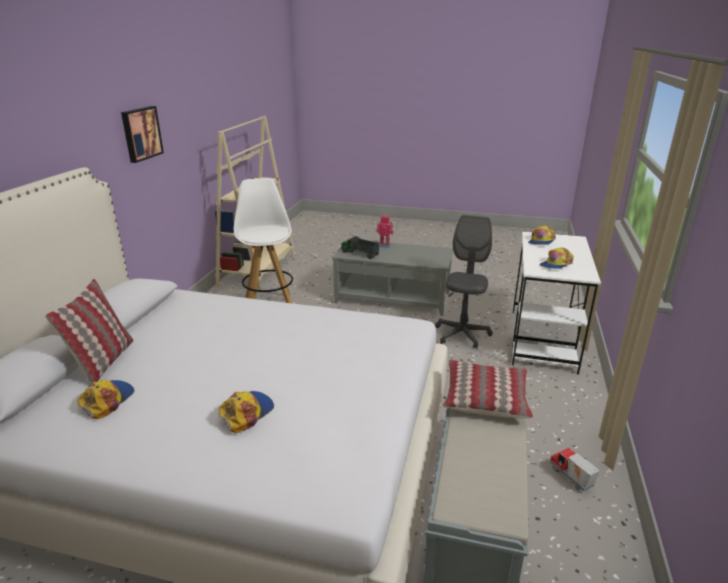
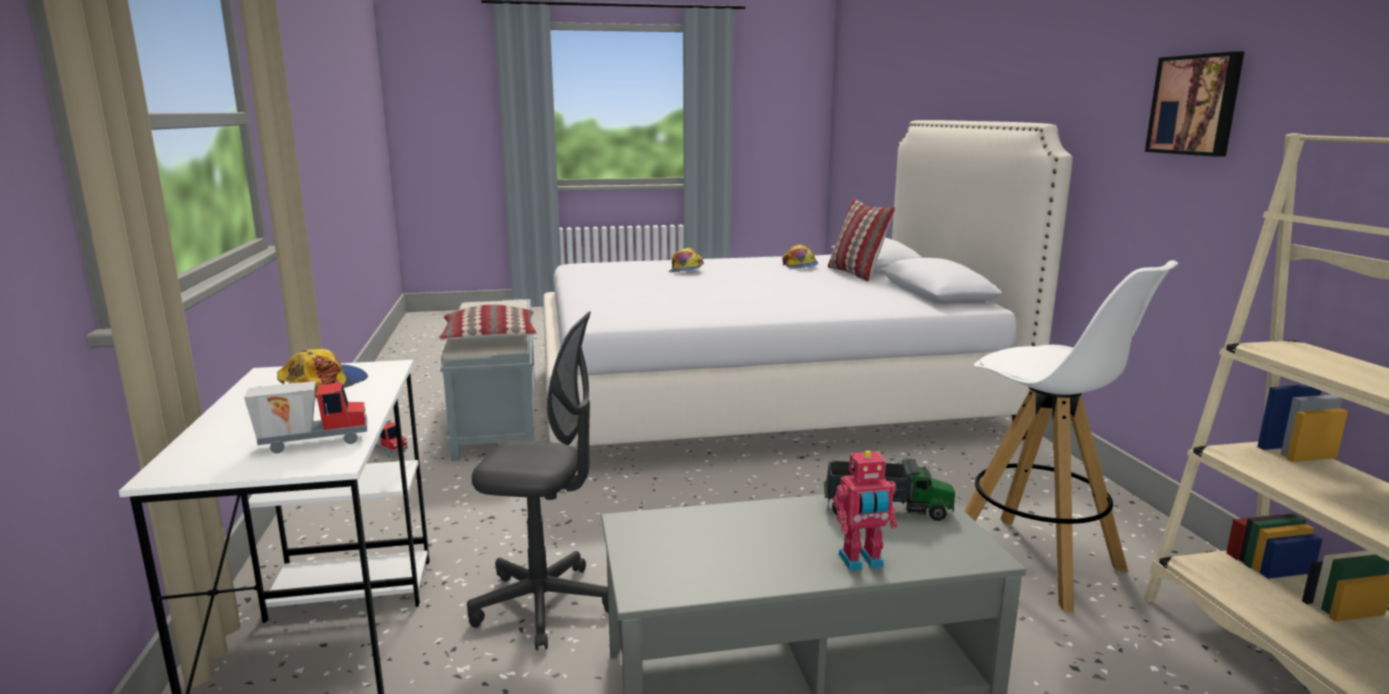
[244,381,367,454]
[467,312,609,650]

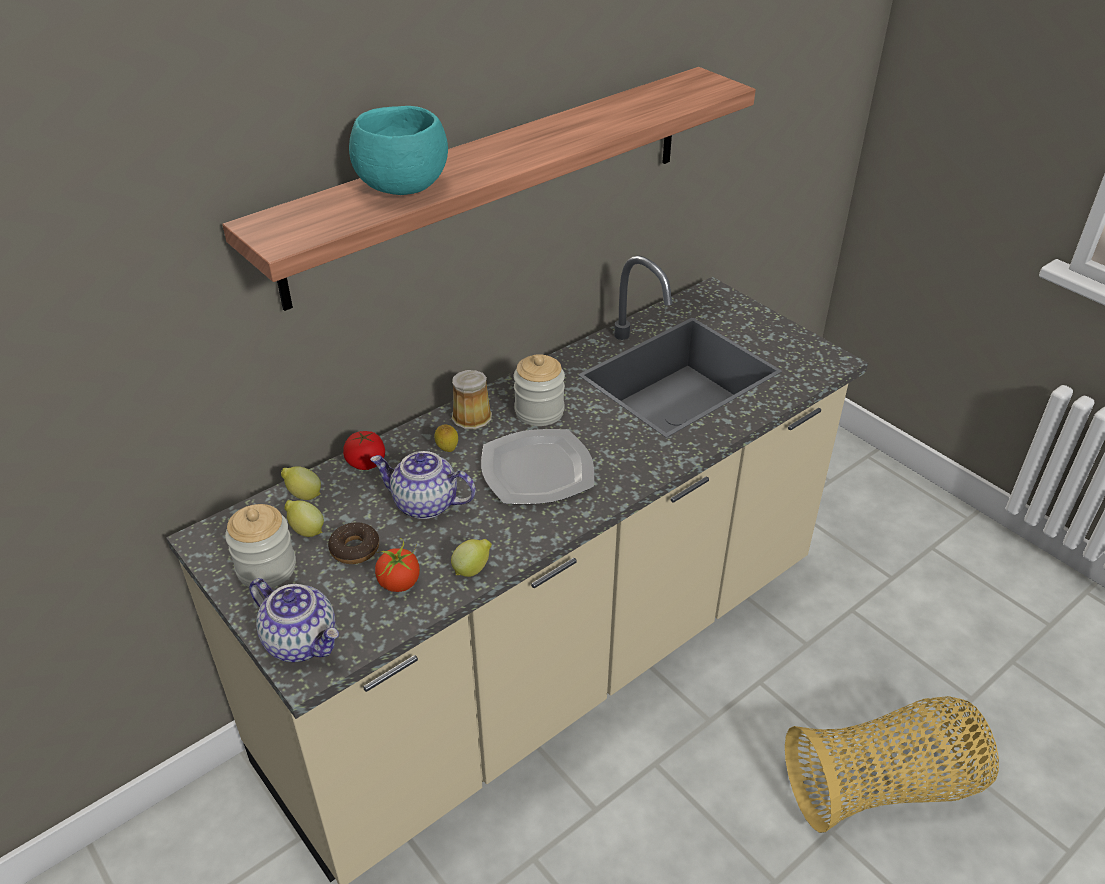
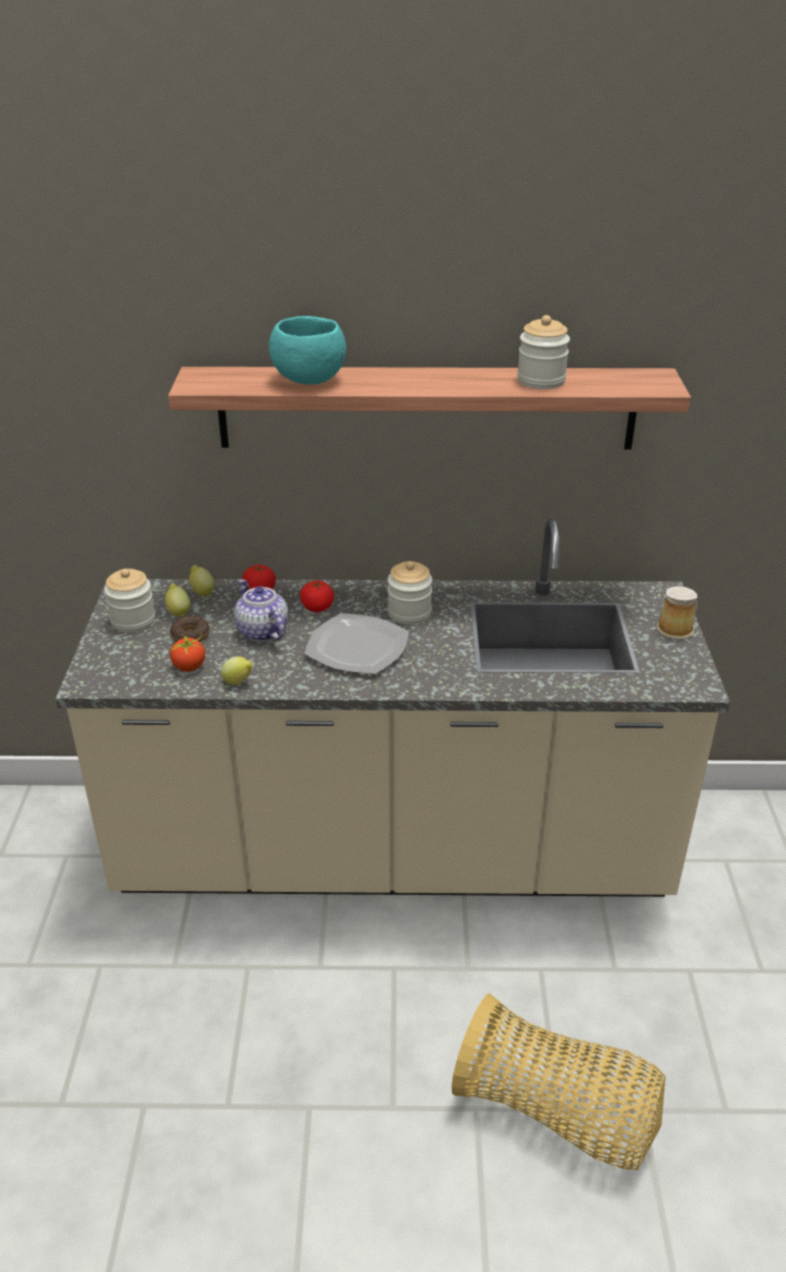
[249,578,339,662] (first image)
[517,315,570,389]
[657,586,697,639]
[300,580,334,612]

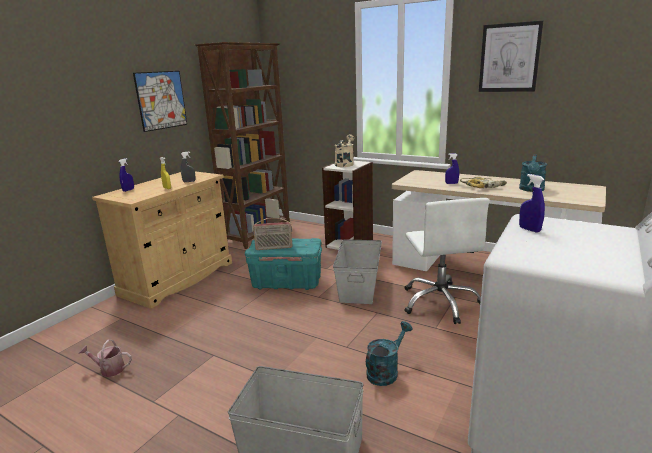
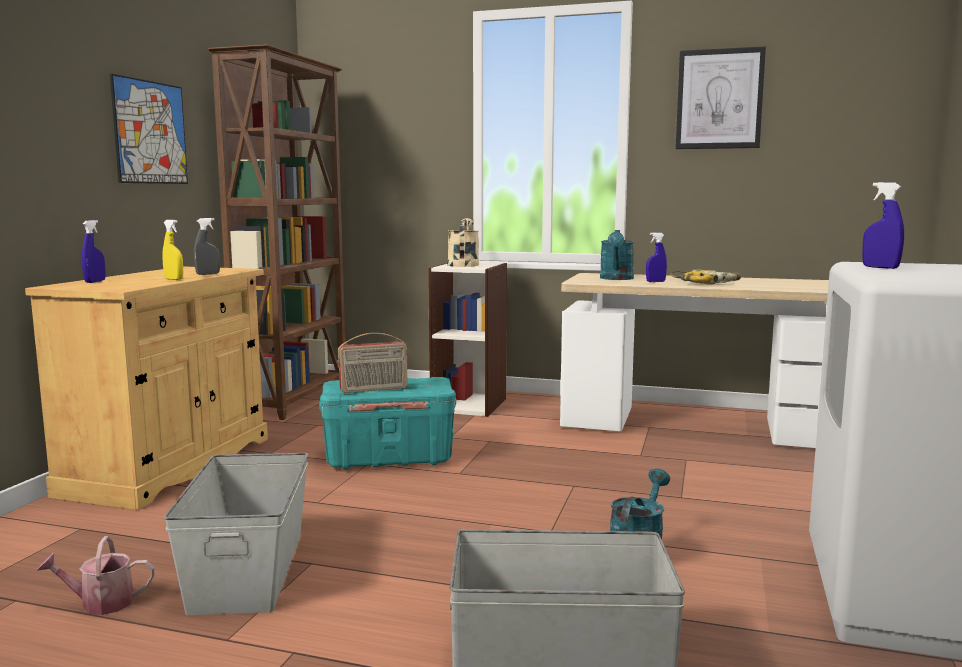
[404,198,490,324] (first image)
[164,453,308,615]
[600,230,634,280]

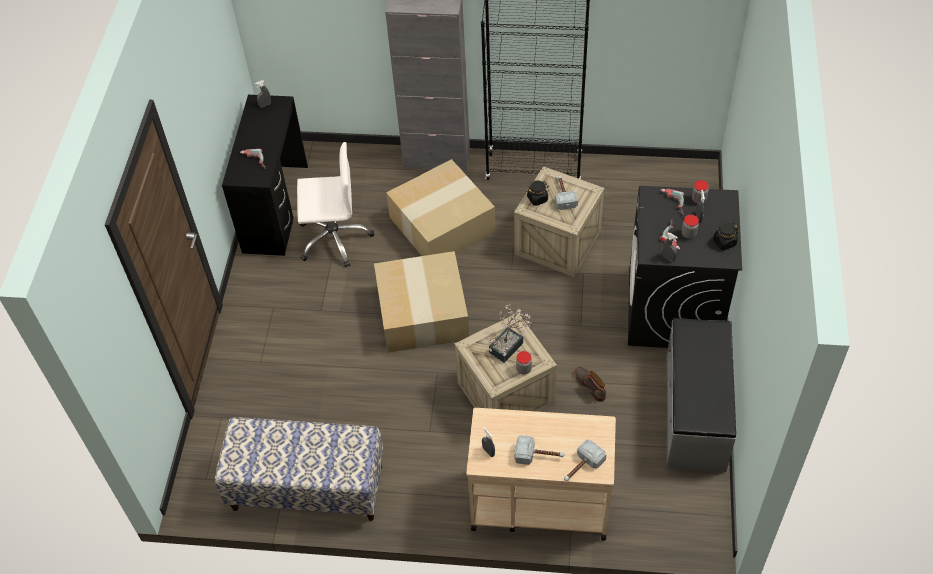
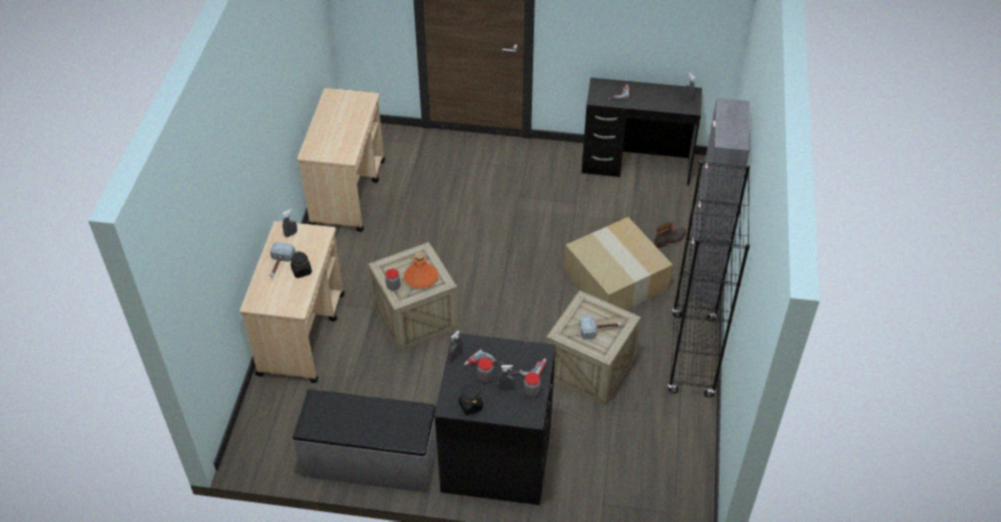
[297,142,374,267] (first image)
[374,251,469,353] (first image)
[564,440,606,481] (first image)
[291,251,312,278]
[654,221,686,248]
[297,88,385,232]
[404,252,438,289]

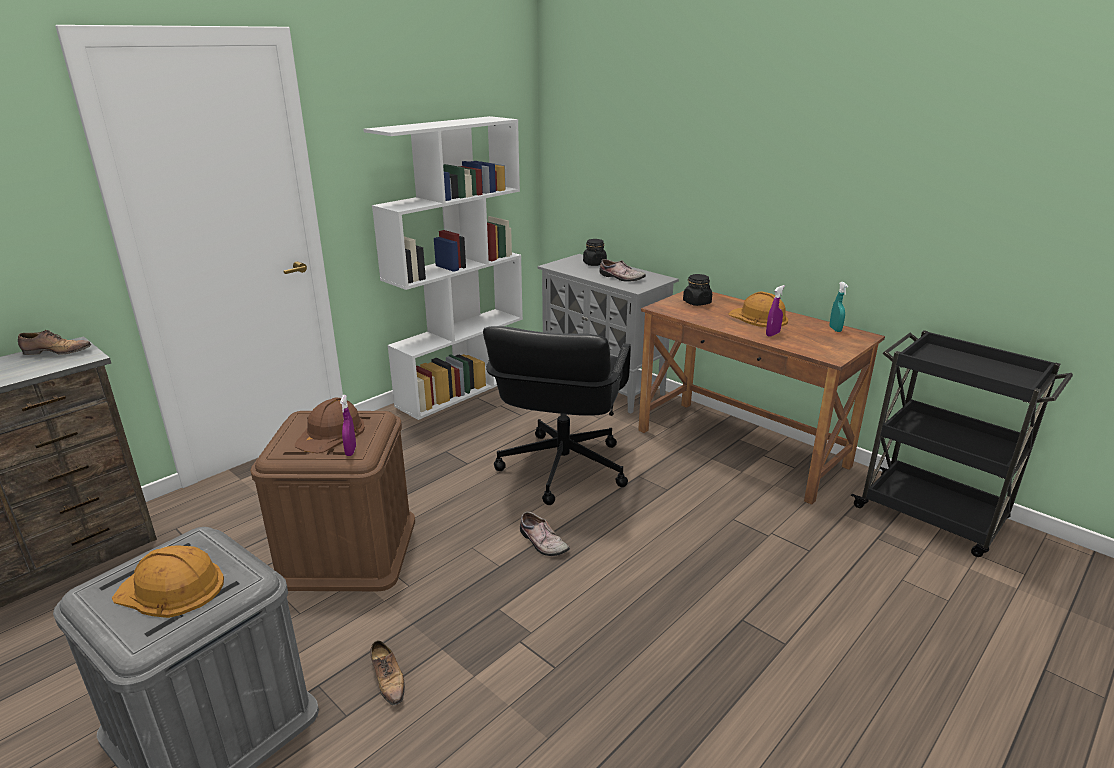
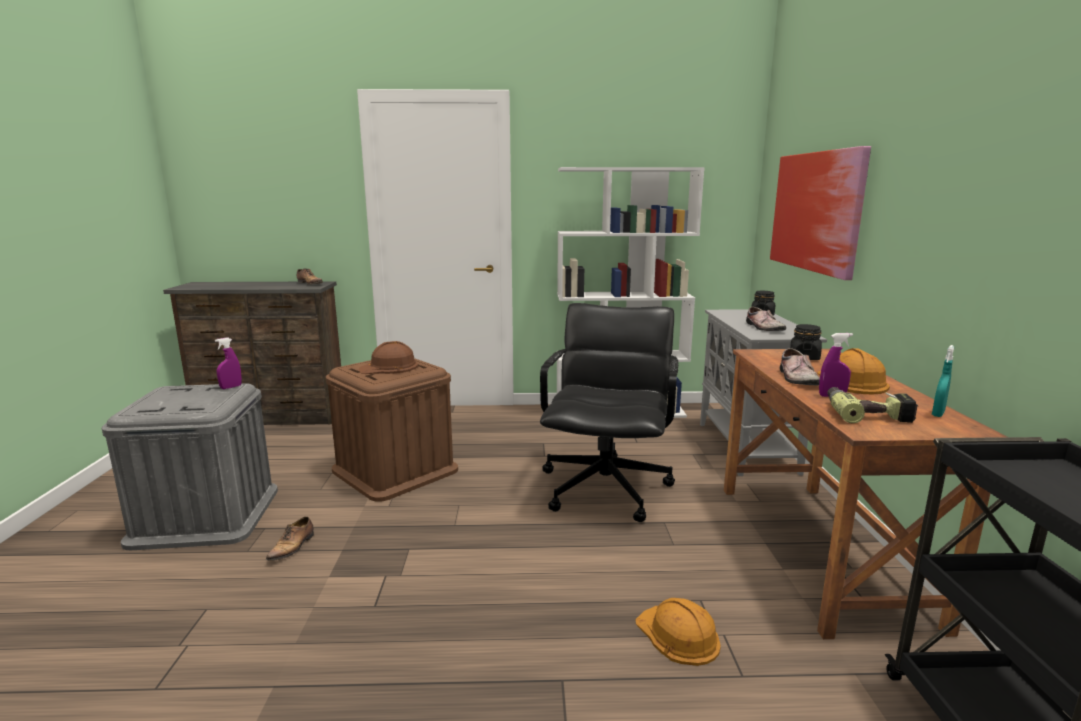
[770,146,871,280]
[827,387,919,423]
[636,598,721,666]
[215,337,242,389]
[780,348,820,385]
[540,303,678,522]

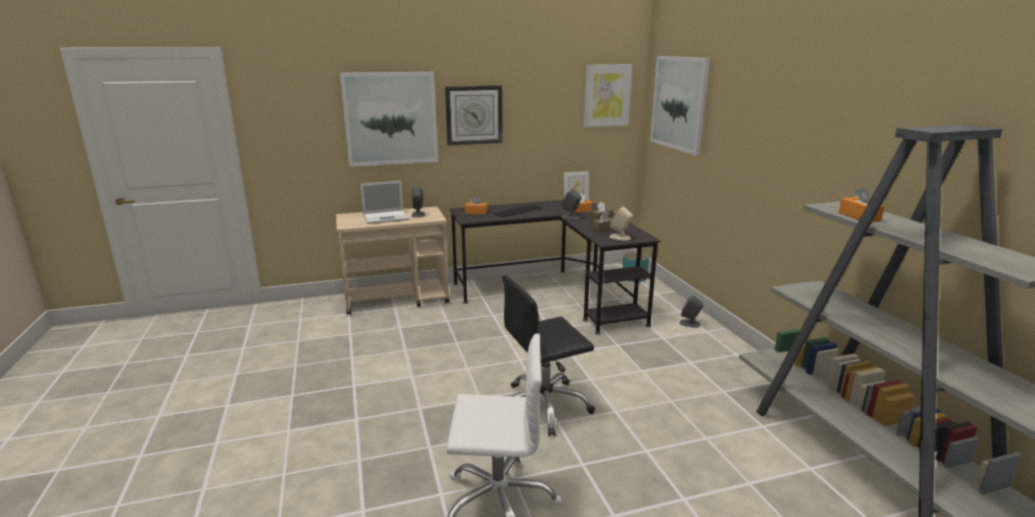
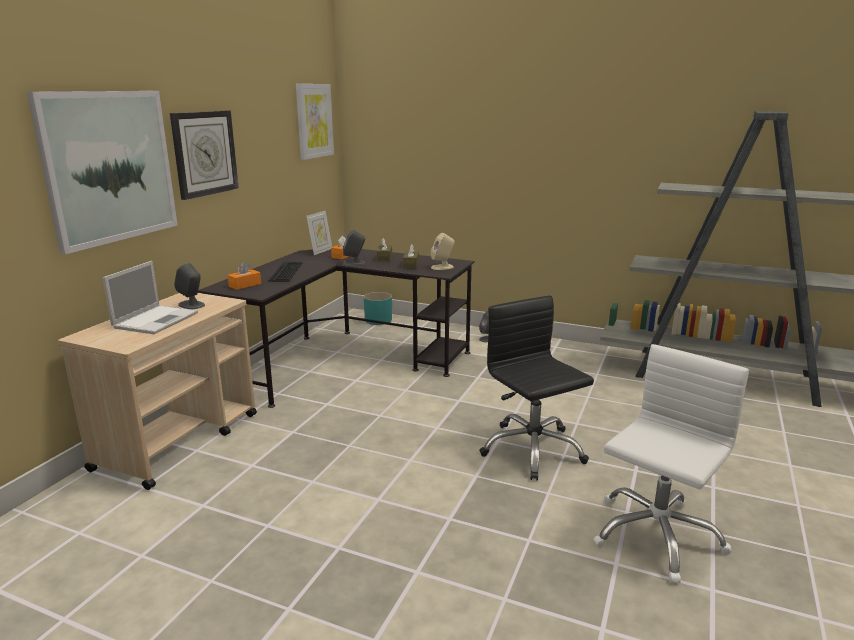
[650,56,710,155] (first image)
[839,187,885,222] (first image)
[479,295,594,480]

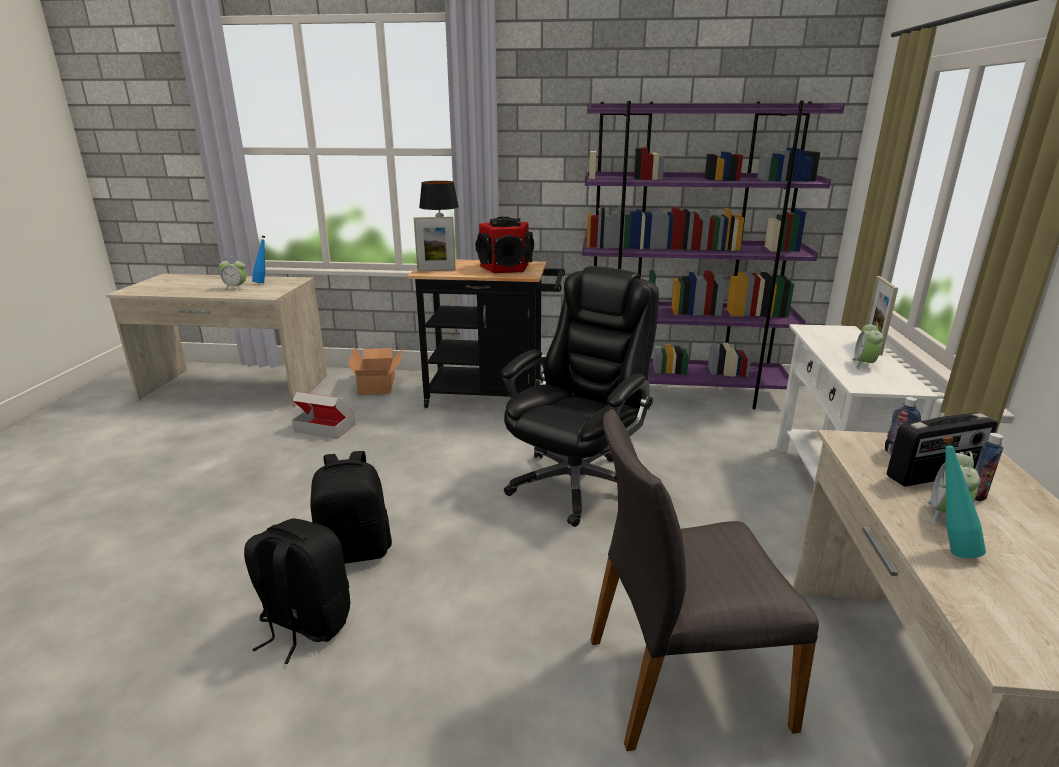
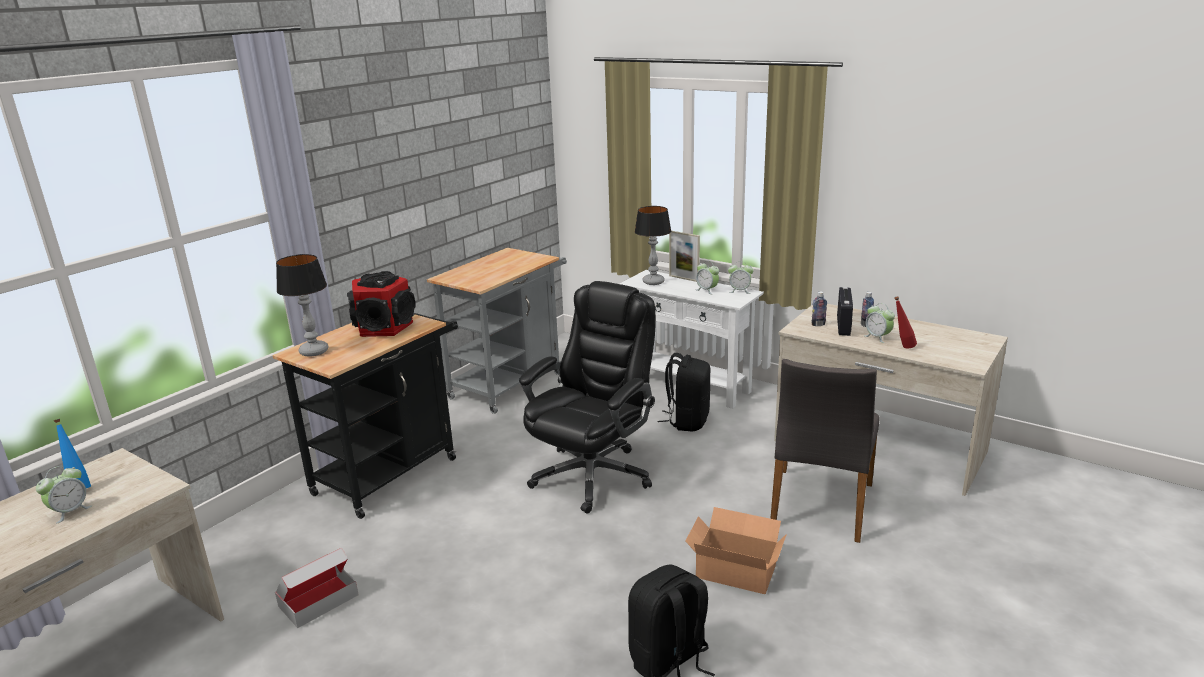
[414,216,456,272] (first image)
[635,206,671,285]
[728,261,753,294]
[657,353,710,431]
[686,507,787,594]
[427,248,567,414]
[894,296,917,349]
[519,281,655,514]

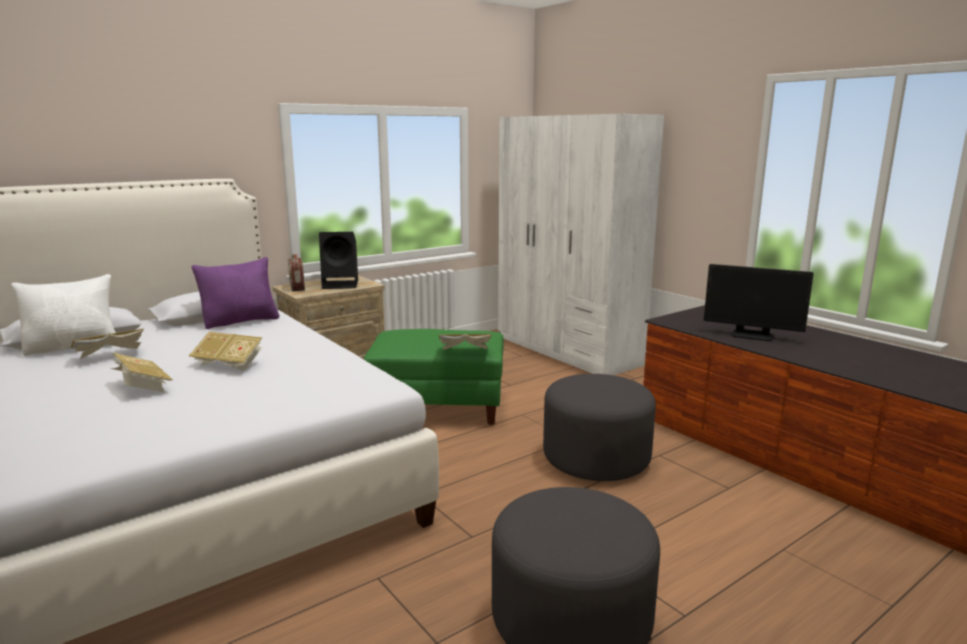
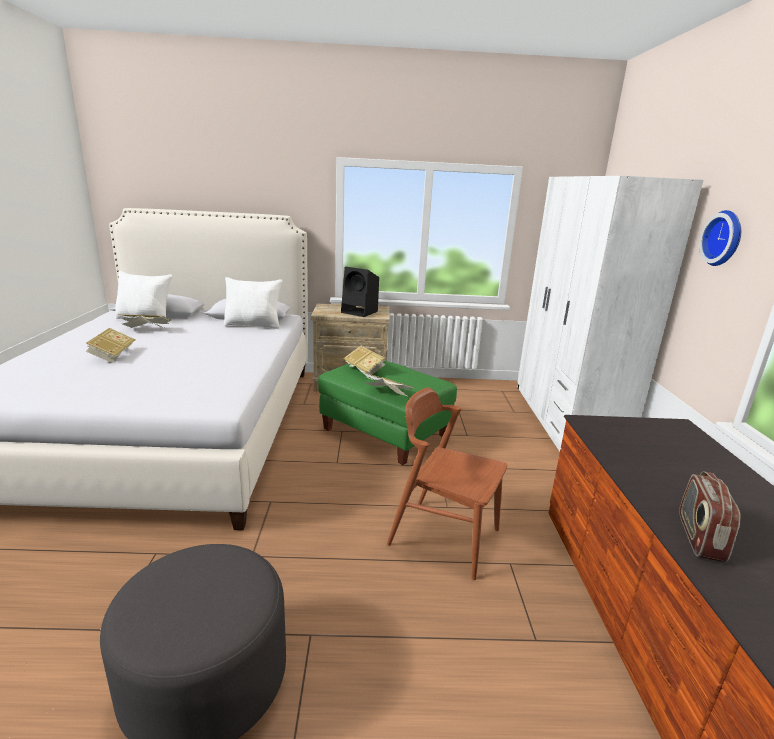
[704,264,814,341] (first image)
[699,210,741,266]
[343,346,385,378]
[679,471,741,563]
[387,387,507,580]
[224,277,282,329]

